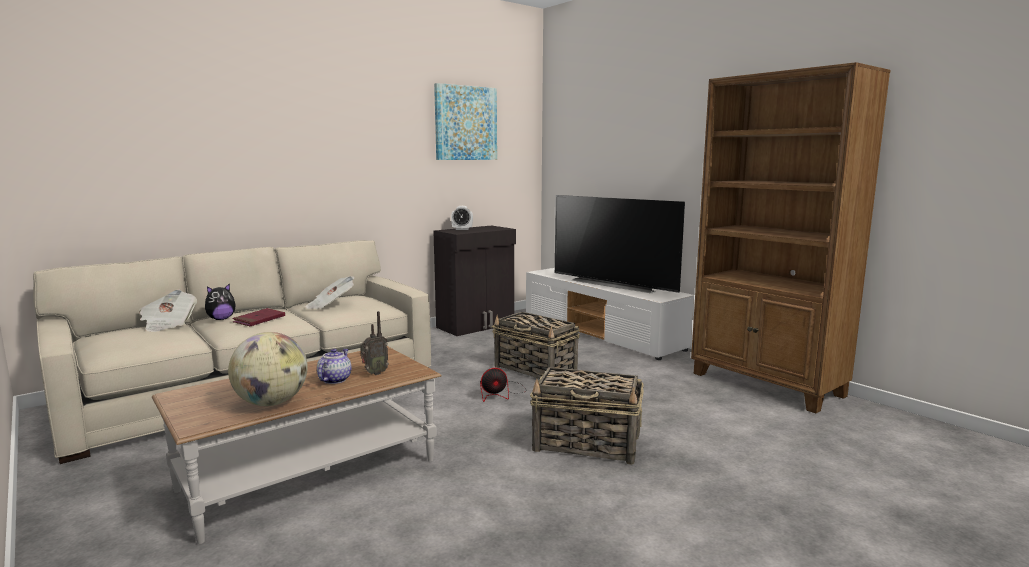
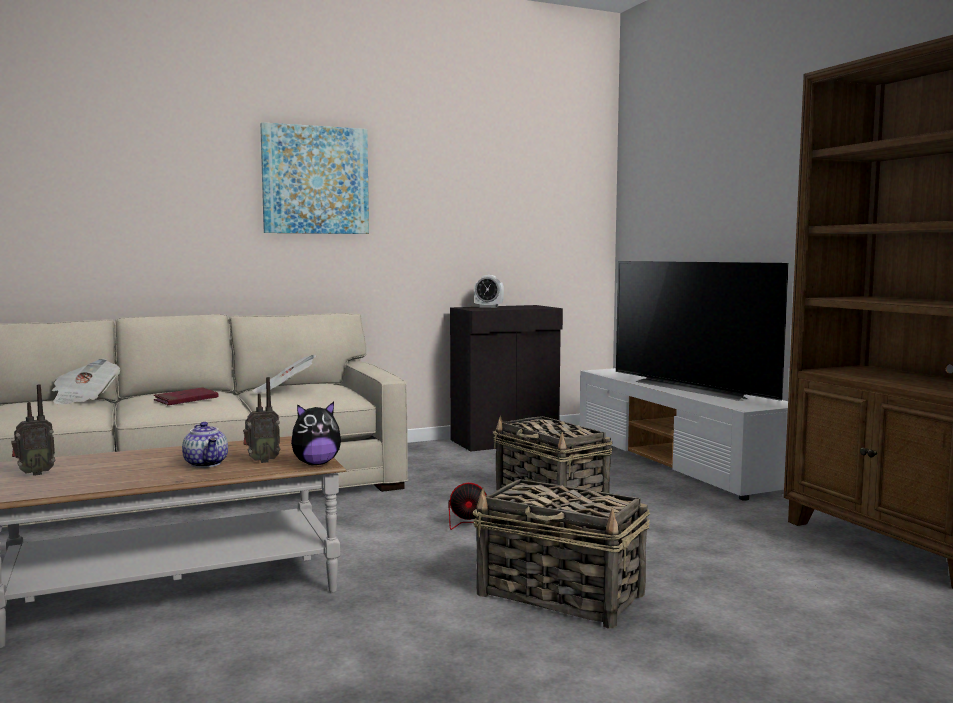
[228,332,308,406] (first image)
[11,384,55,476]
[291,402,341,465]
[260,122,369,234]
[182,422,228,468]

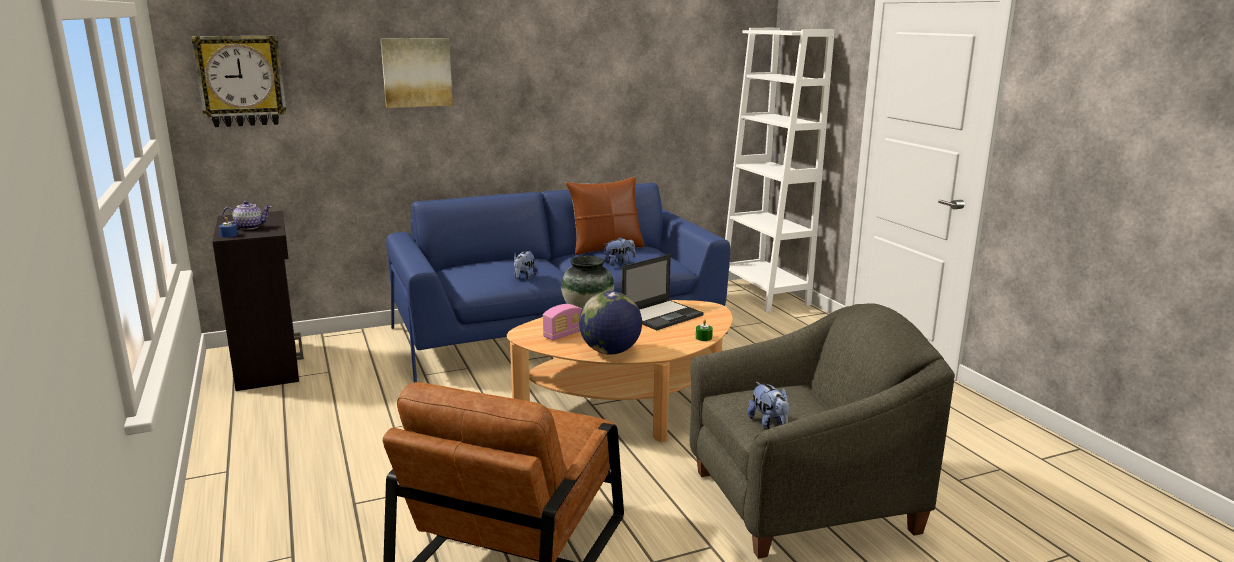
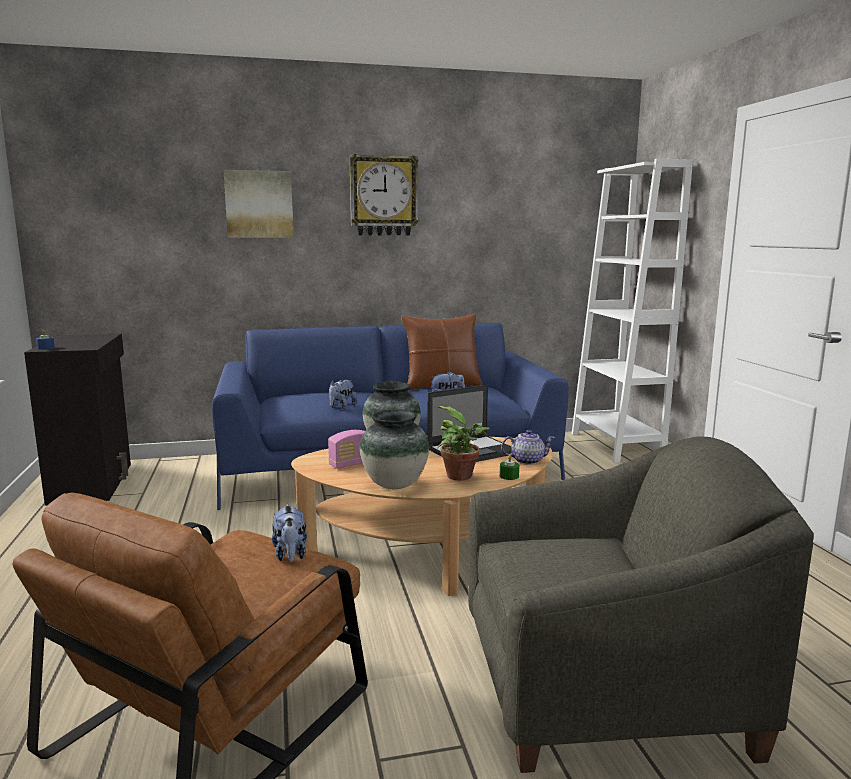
[437,406,490,481]
[349,154,418,236]
[501,430,556,465]
[272,504,307,562]
[360,410,429,489]

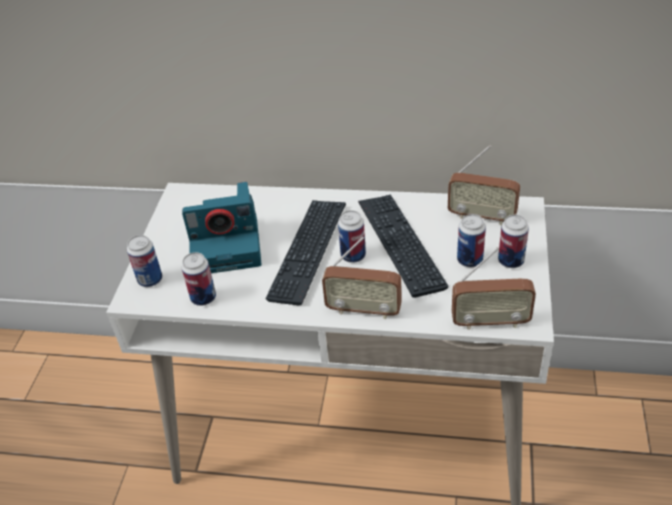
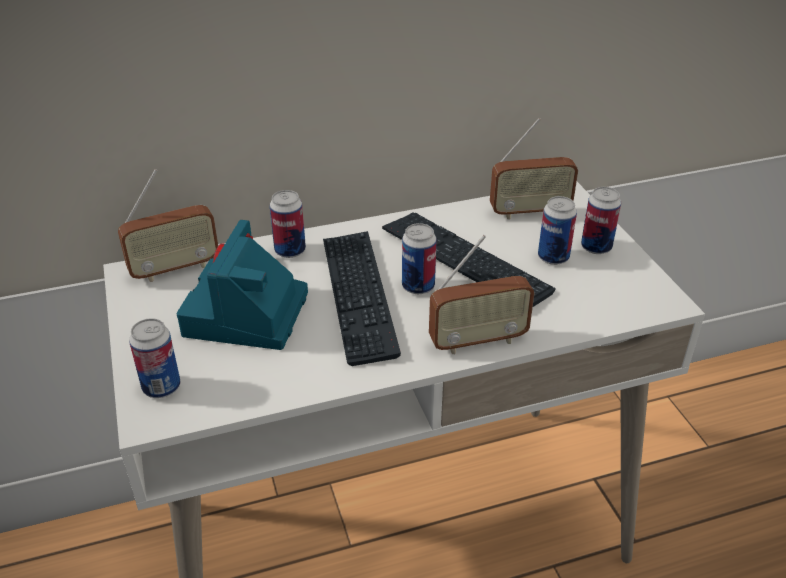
[270,190,306,258]
[118,169,218,282]
[177,220,308,350]

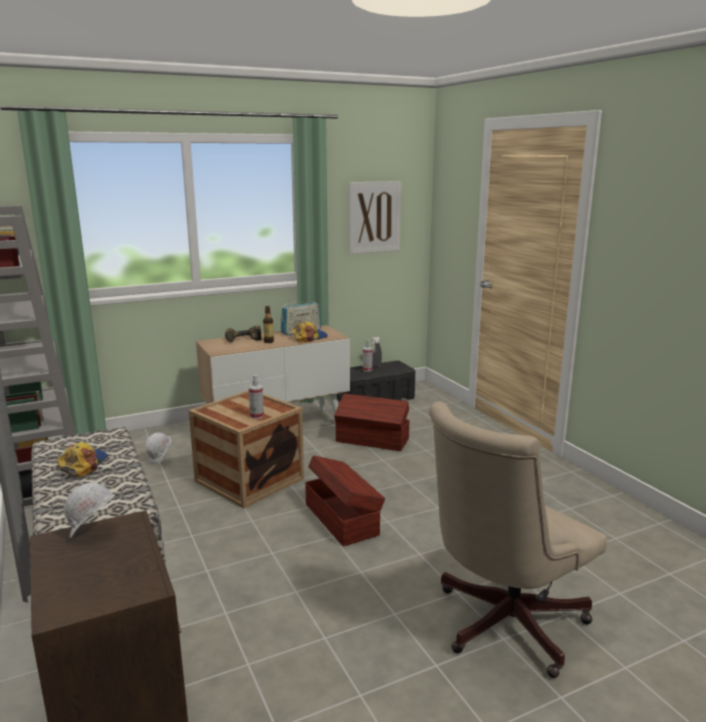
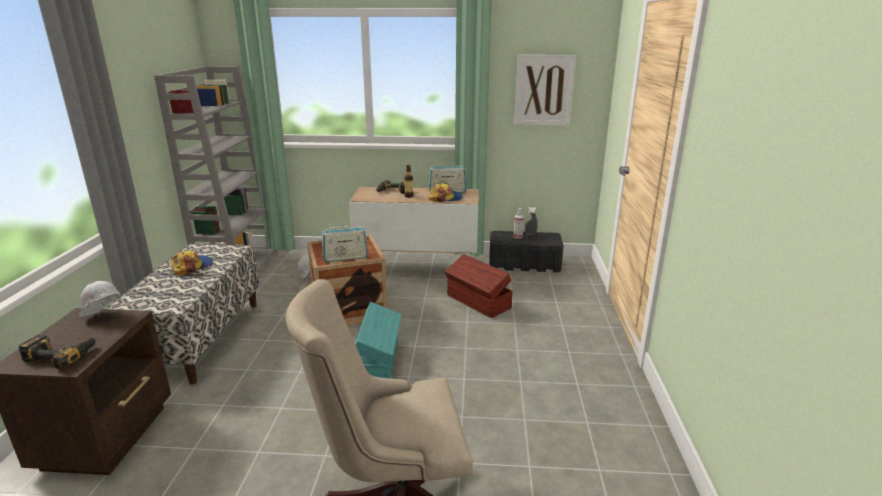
[19,334,96,369]
[322,225,368,262]
[355,302,401,378]

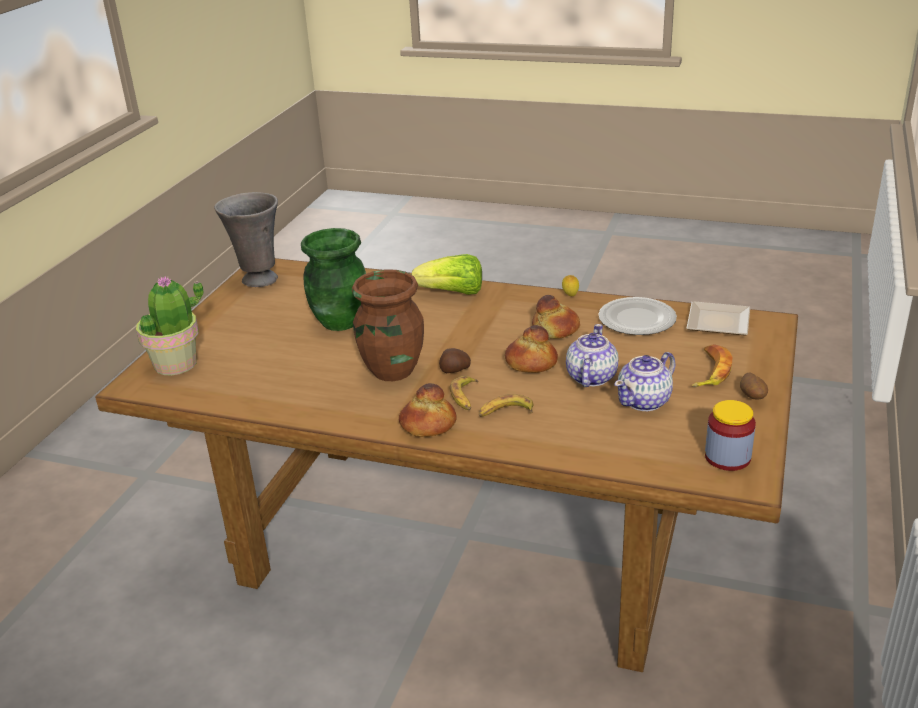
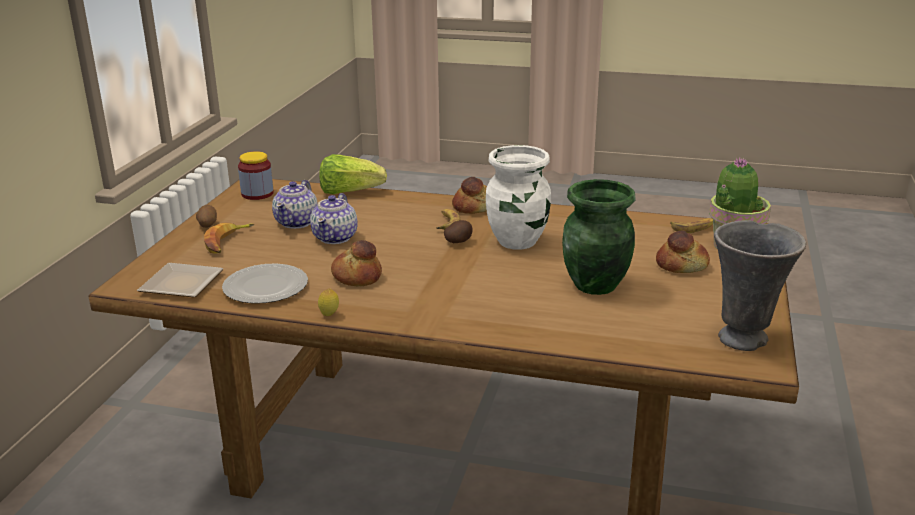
[319,154,387,194]
[670,218,713,233]
[656,230,710,273]
[486,145,551,250]
[272,180,318,229]

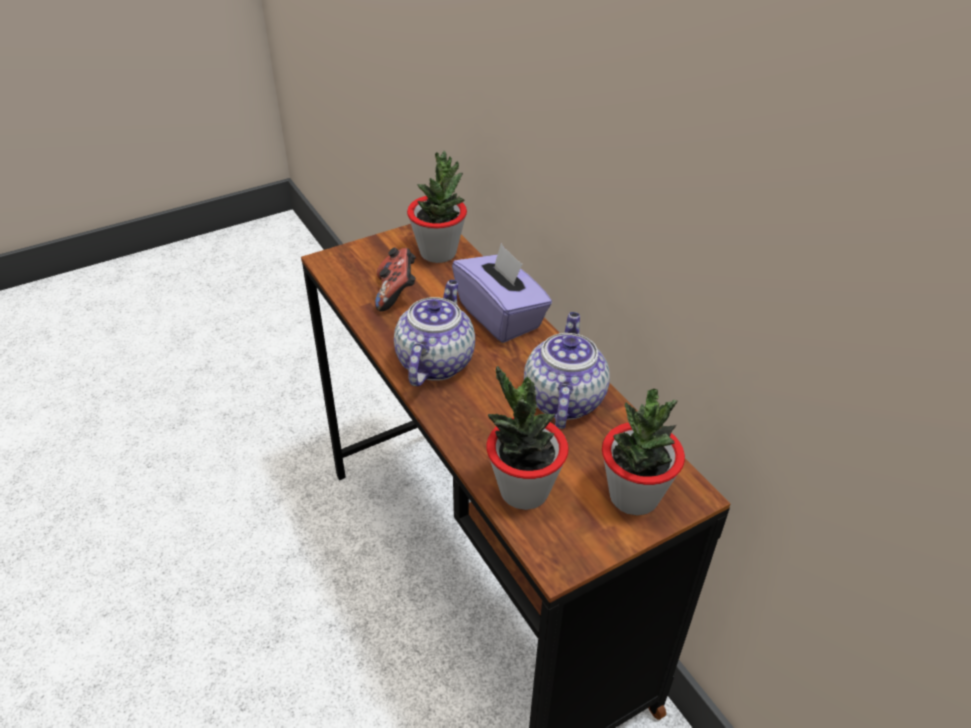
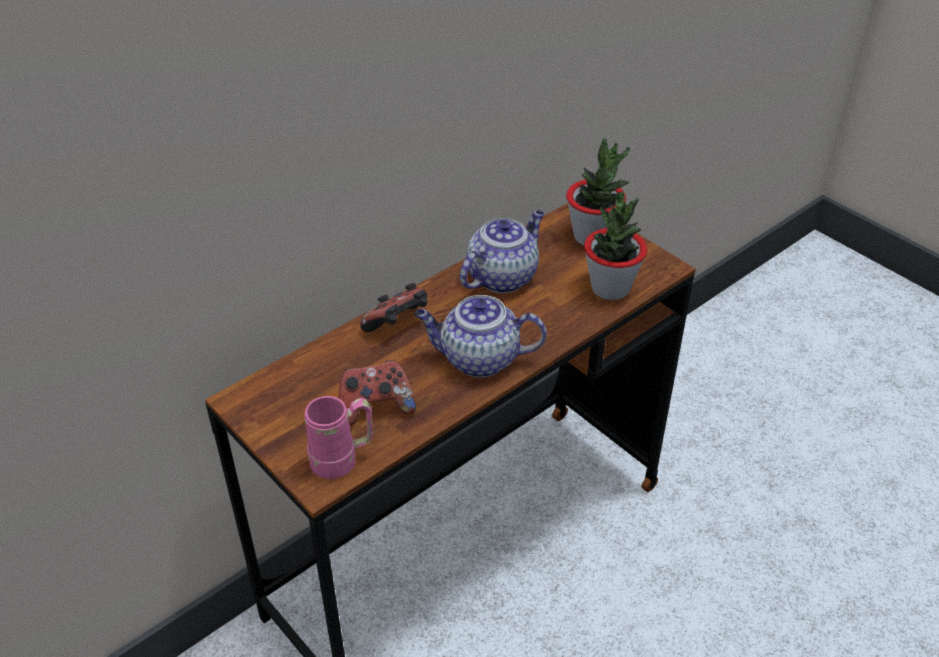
[407,151,467,263] (first image)
[305,396,373,479]
[360,283,427,332]
[460,210,544,293]

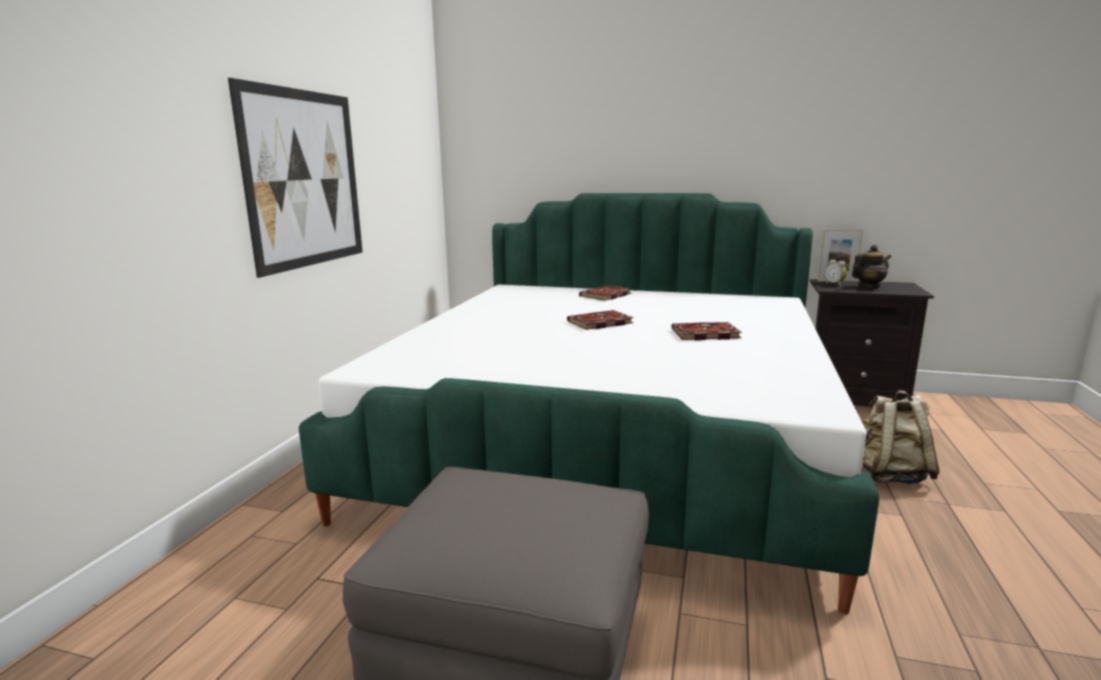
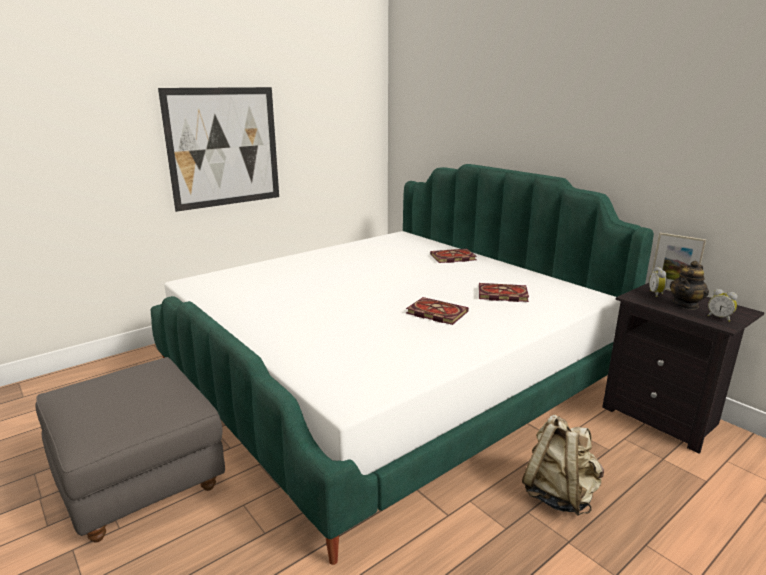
[707,289,737,322]
[479,283,529,302]
[670,260,709,310]

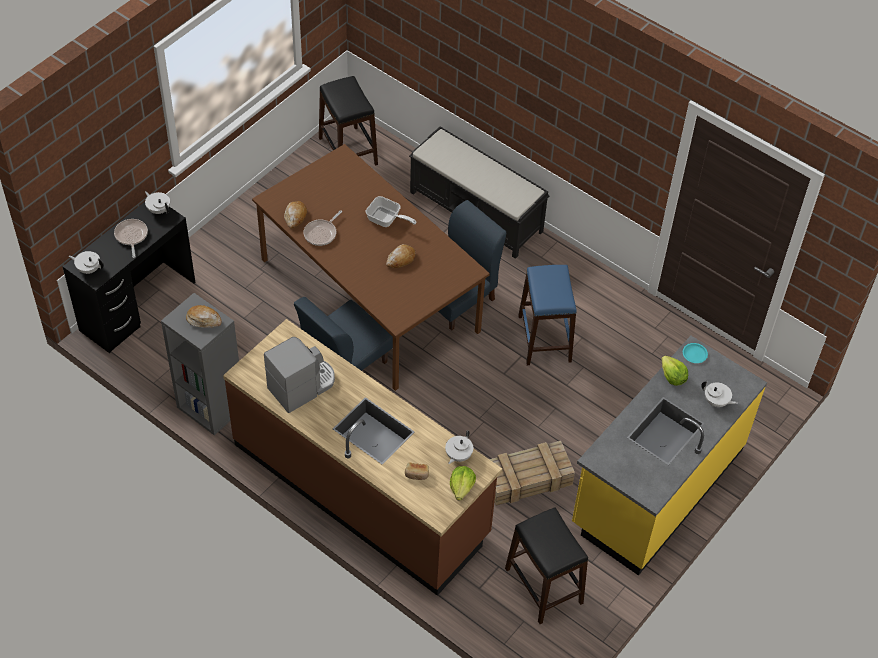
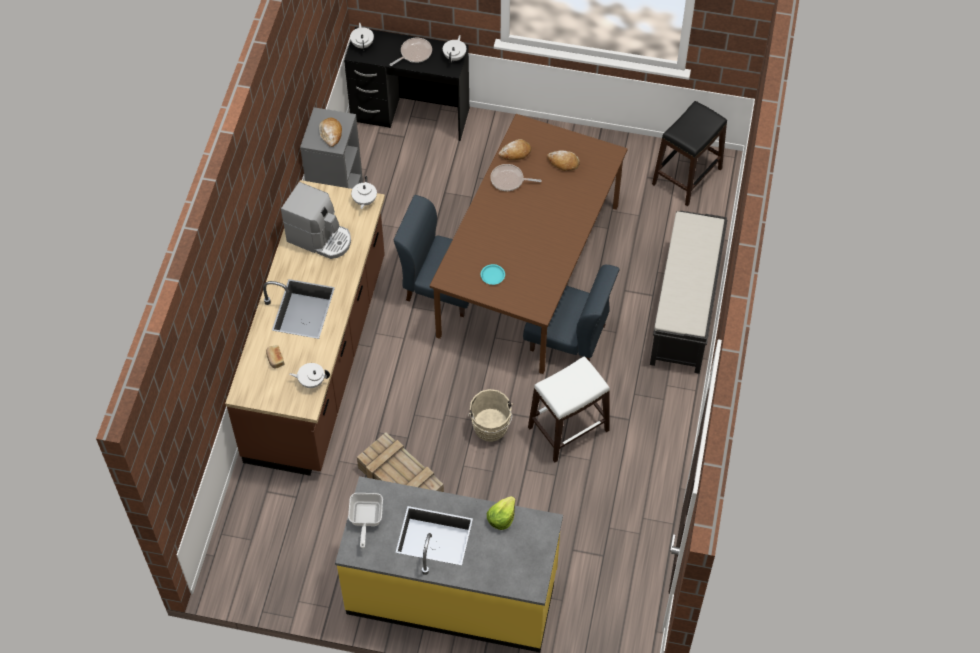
[450,466,476,501] (first image)
[505,507,588,624] (first image)
[468,389,513,442]
[348,493,383,548]
[547,150,580,171]
[481,264,505,285]
[351,176,377,209]
[528,356,610,463]

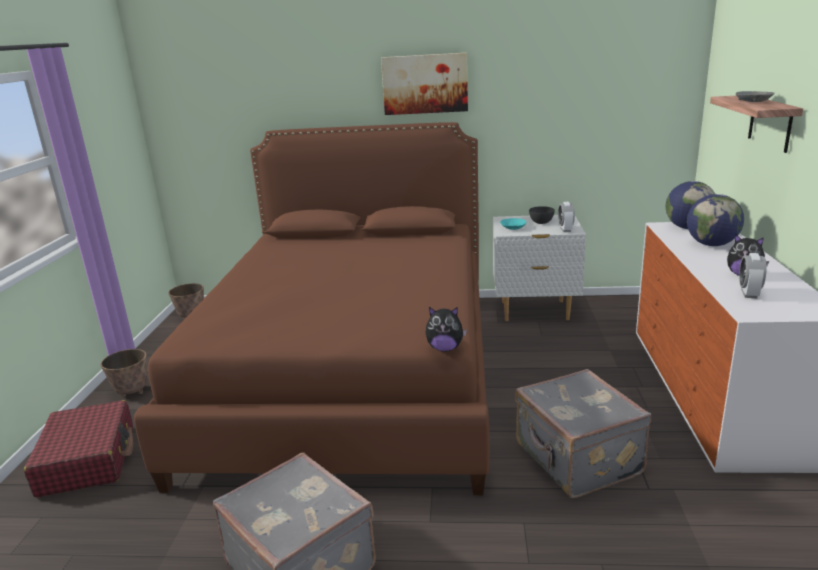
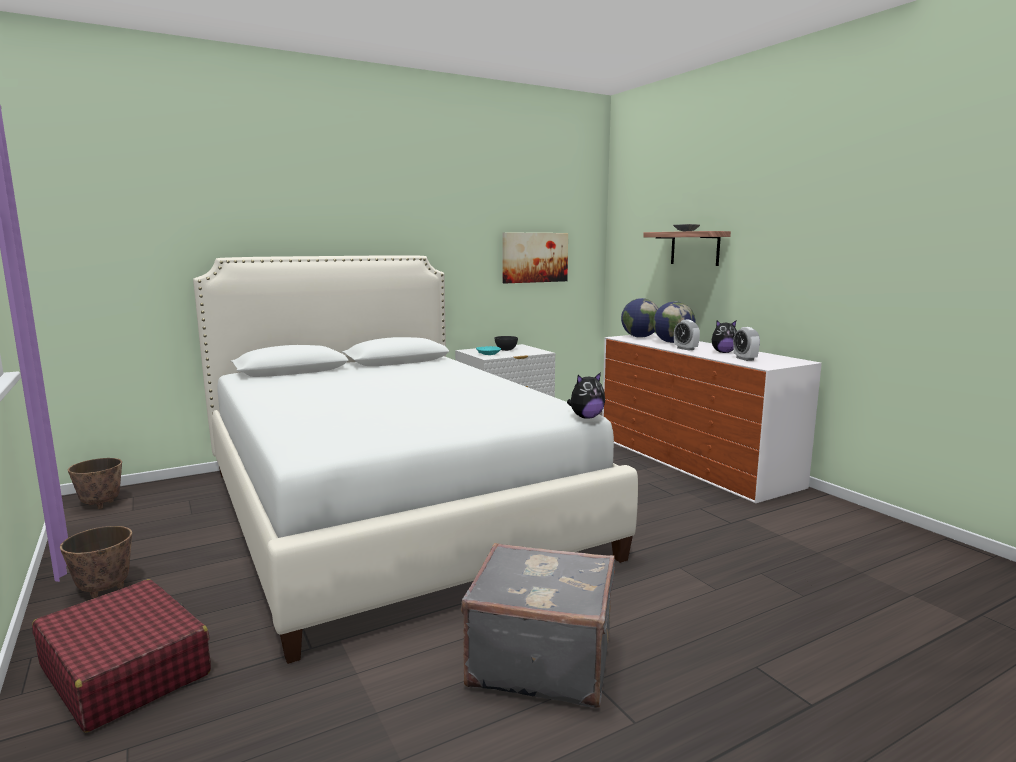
[515,369,651,498] (first image)
[503,232,568,283]
[674,320,700,350]
[193,255,638,664]

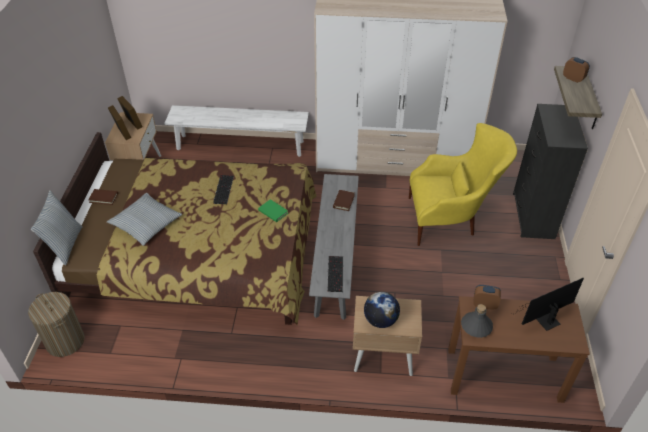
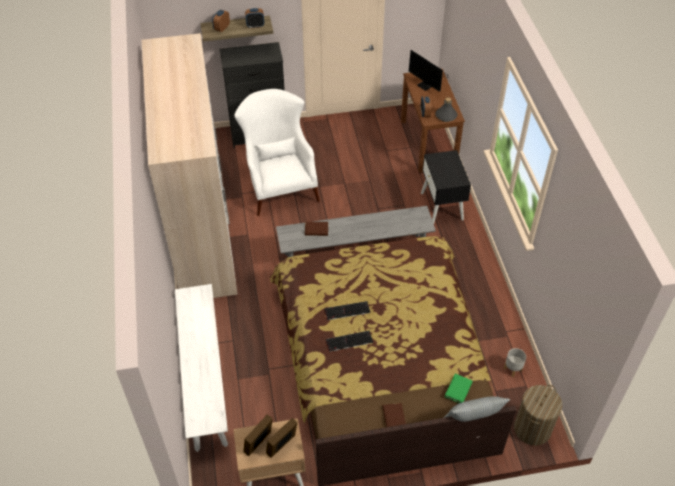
[107,193,182,246] (first image)
[364,292,400,328] (first image)
[245,8,264,28]
[504,348,526,377]
[445,374,473,403]
[326,330,373,352]
[421,150,471,224]
[234,89,319,216]

